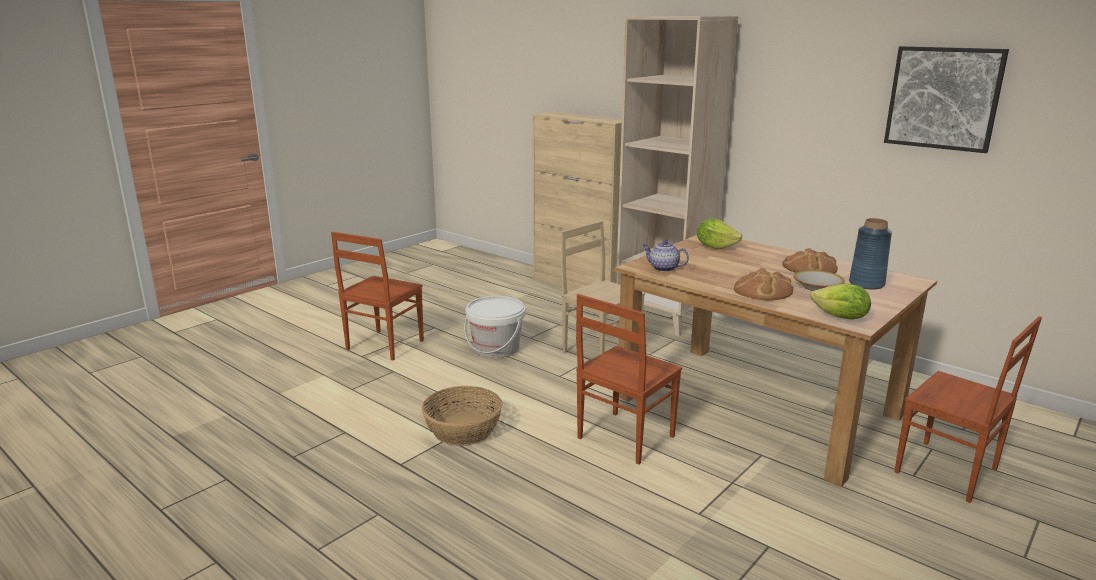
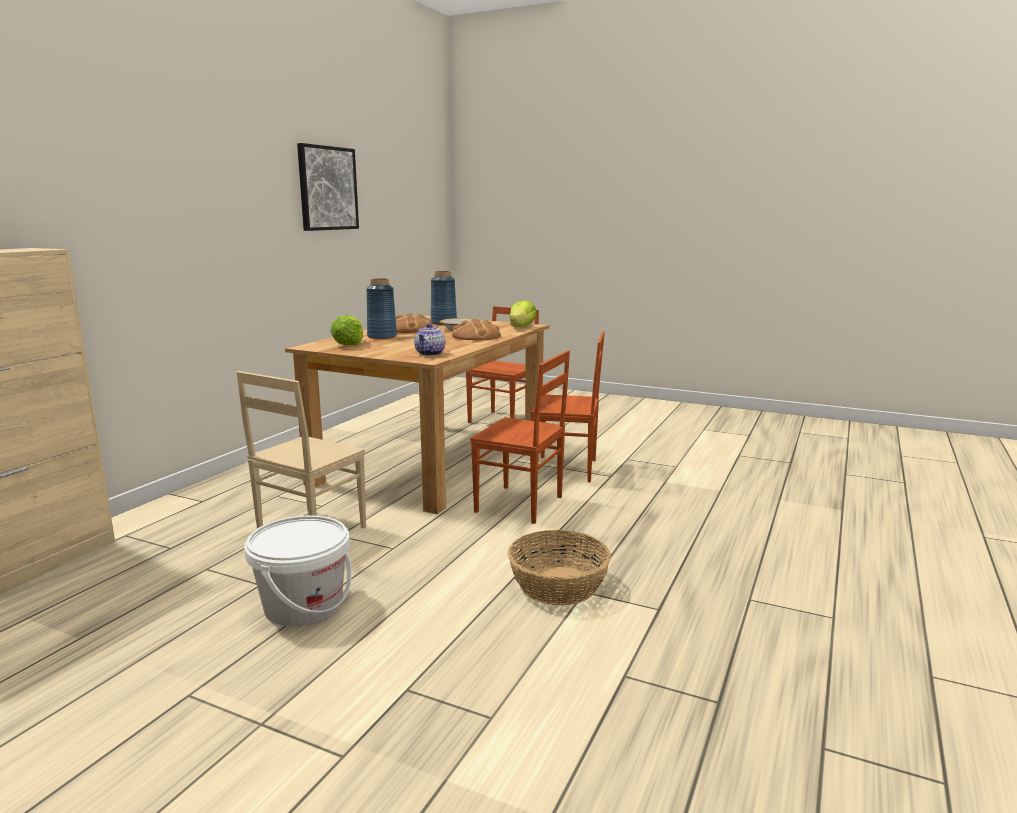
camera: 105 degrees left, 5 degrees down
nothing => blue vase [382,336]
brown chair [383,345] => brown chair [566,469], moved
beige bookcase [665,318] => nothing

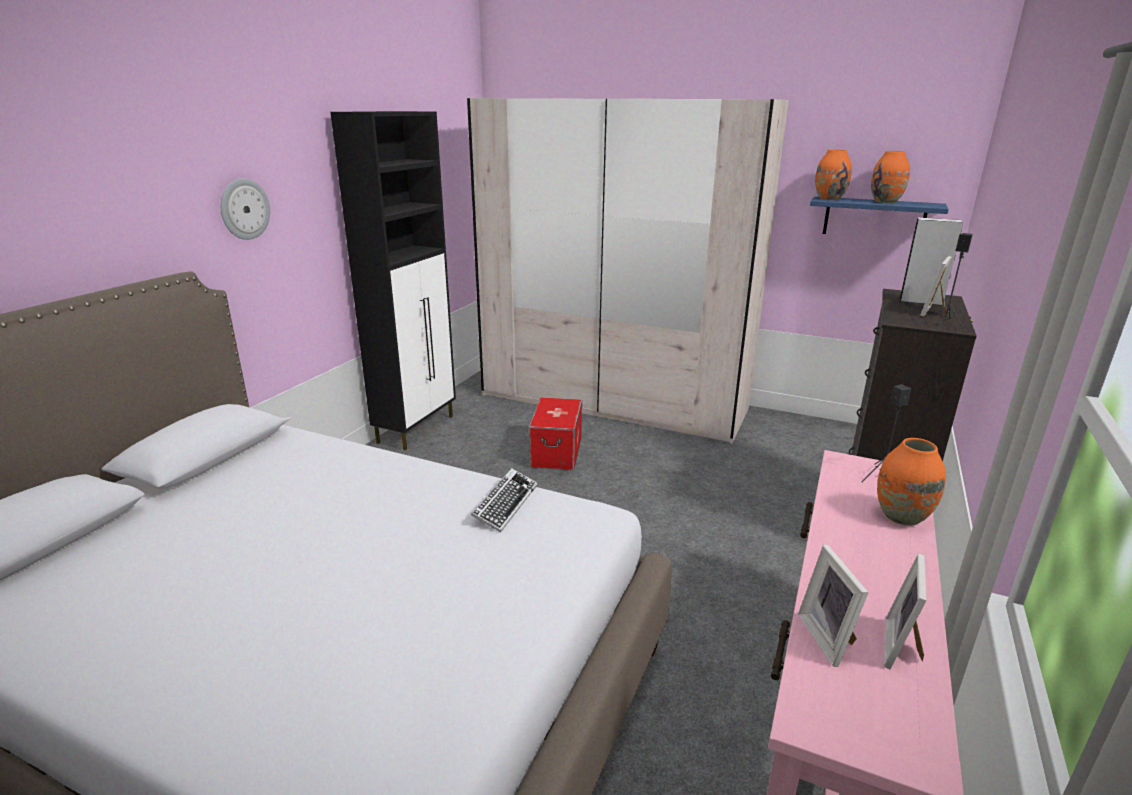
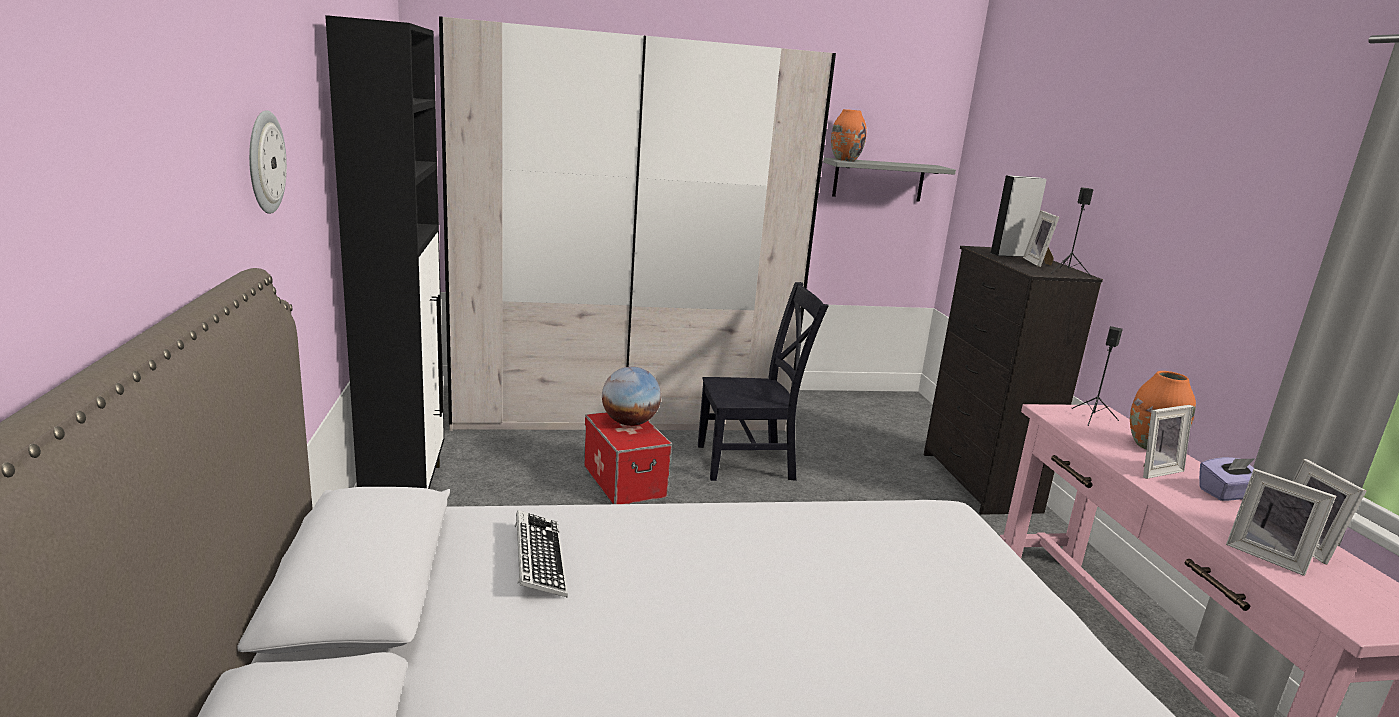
camera: 35 degrees left, 5 degrees down
keyboard [505,504] => keyboard [539,560], moved
nothing => globe [629,423]
nothing => black chair [750,462]
blue shelf [874,218] => grey shelf [878,180]
nothing => picture frame [1154,470]
nothing => purple tissue box [1227,494]
orange vase [886,201] => nothing

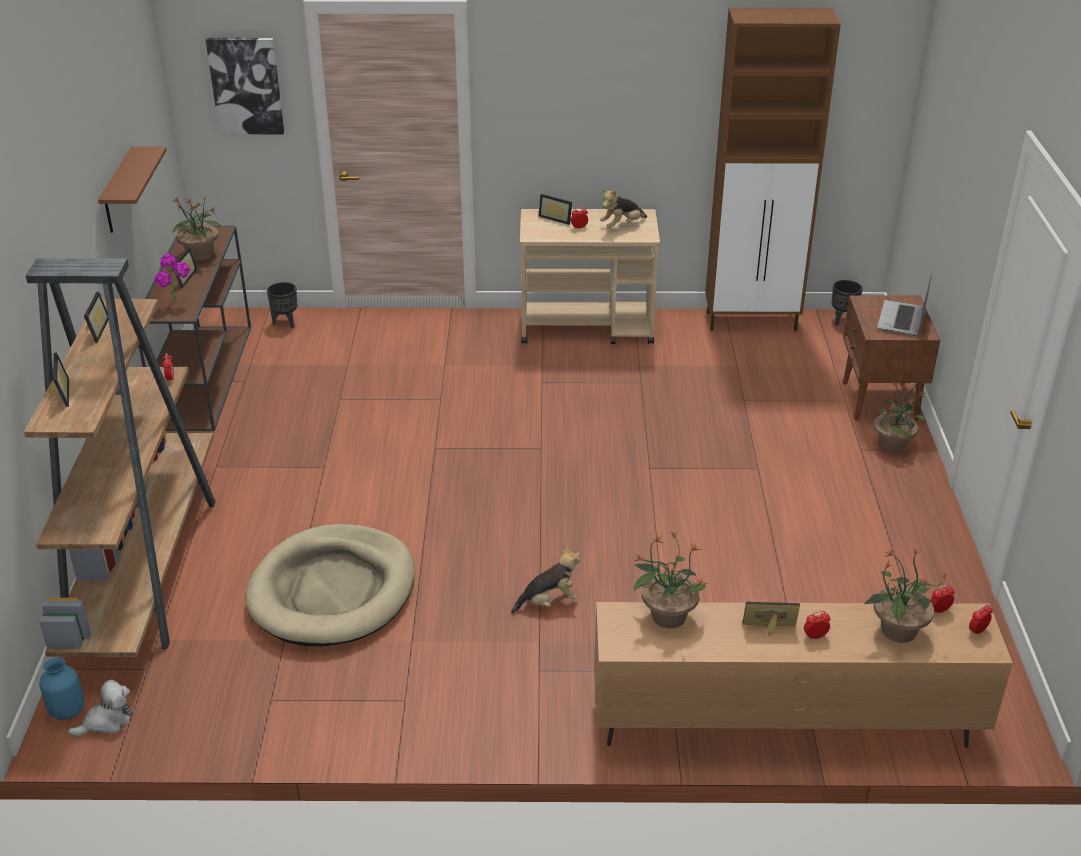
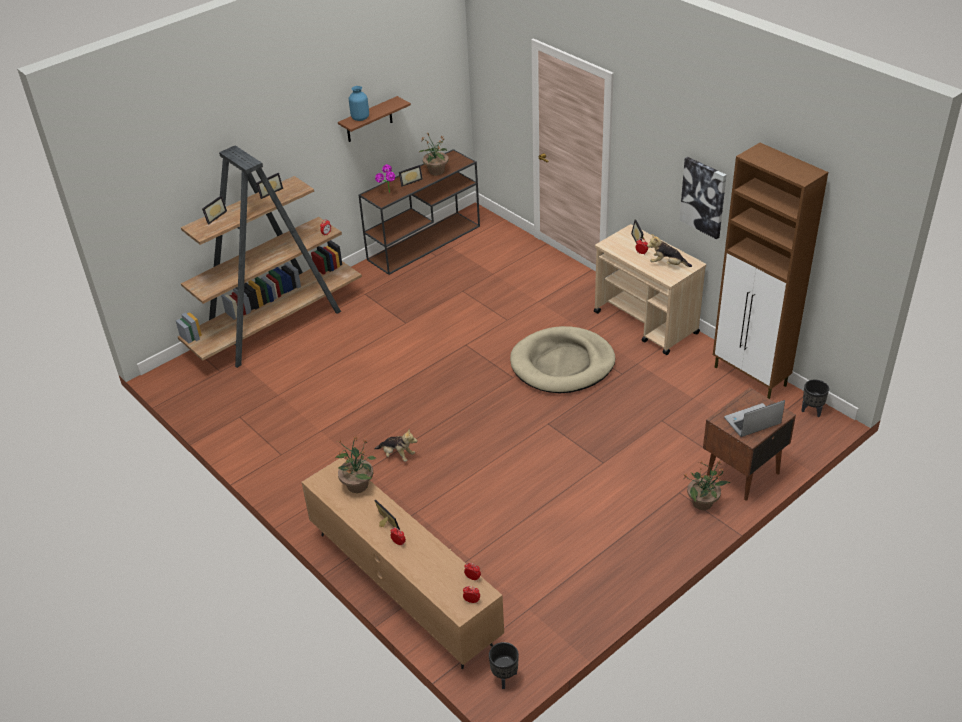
camera: 50 degrees right, 5 degrees up
blue vase [68,710] => blue vase [360,118], moved
black planter [286,322] => black planter [505,677], moved
beige dog bed [333,591] => beige dog bed [562,364], moved
picture [246,85] => picture [703,197], moved
plush toy [107,721] => nothing
potted plant [897,630] => nothing

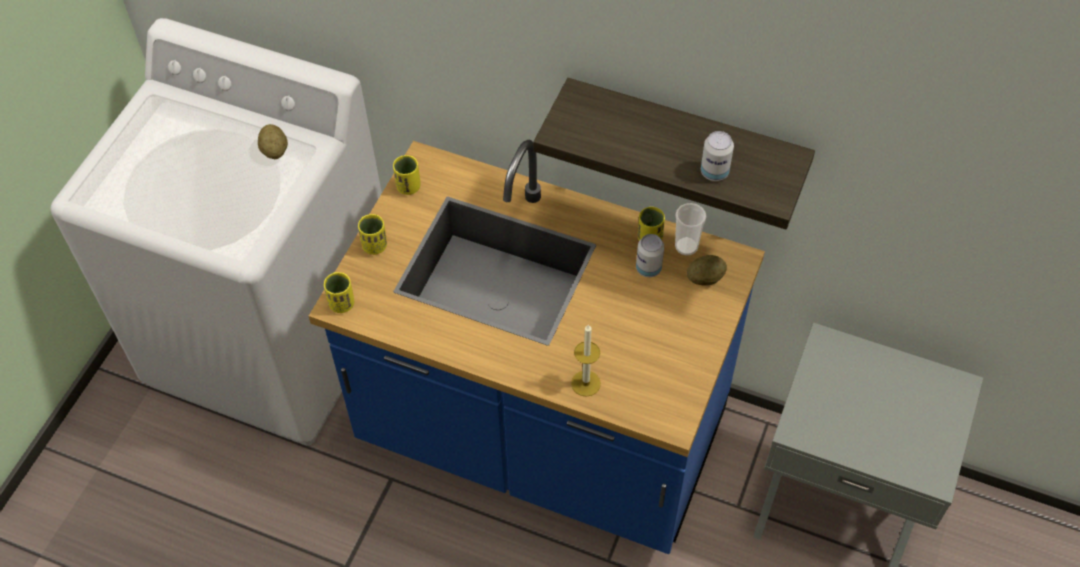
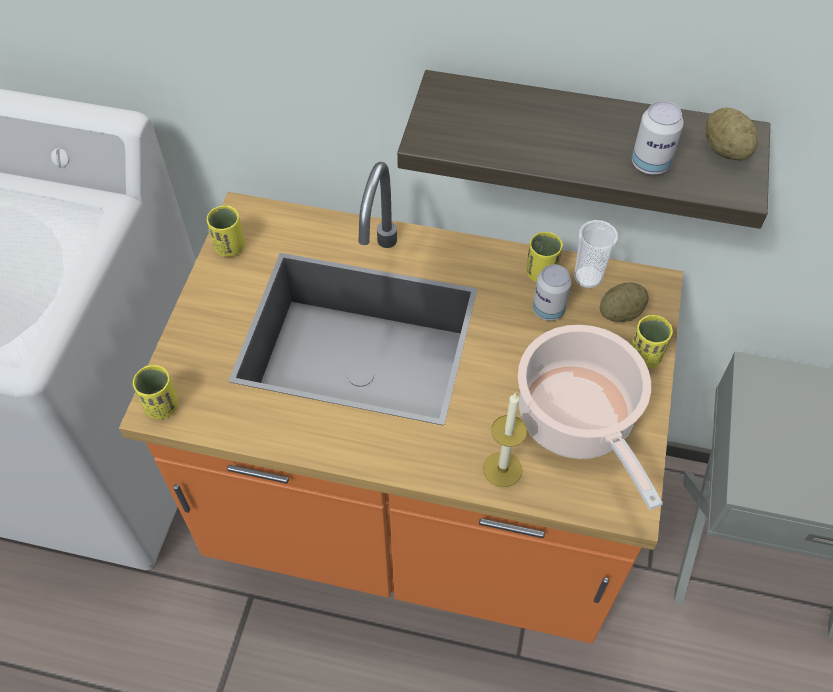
camera: 10 degrees left, 0 degrees up
blue counter [542,434] => orange counter [416,517]
nothing => cooking pot [578,422]
yellow cup [375,246] => yellow cup [644,356], moved
potato [274,150] => potato [725,150], moved

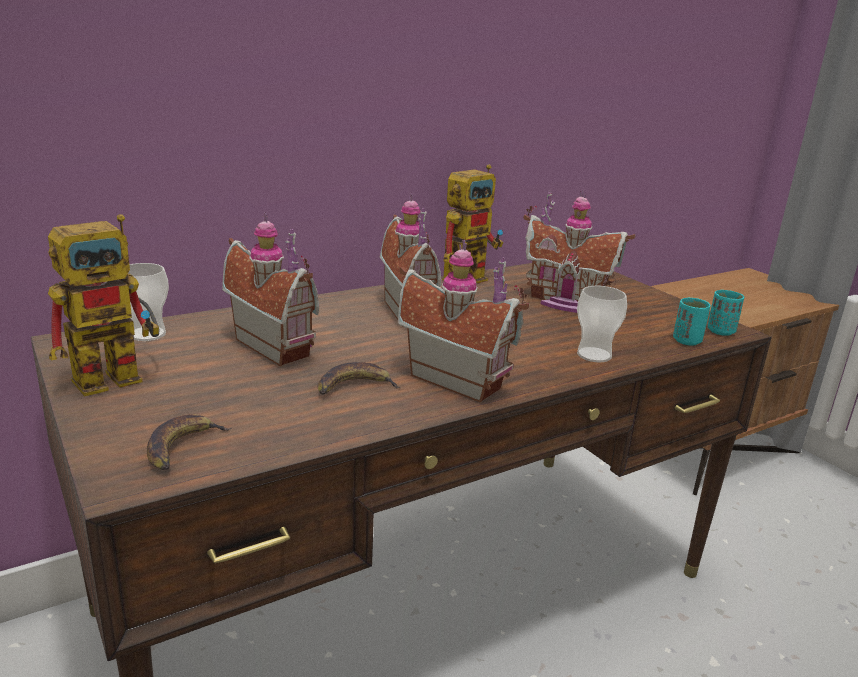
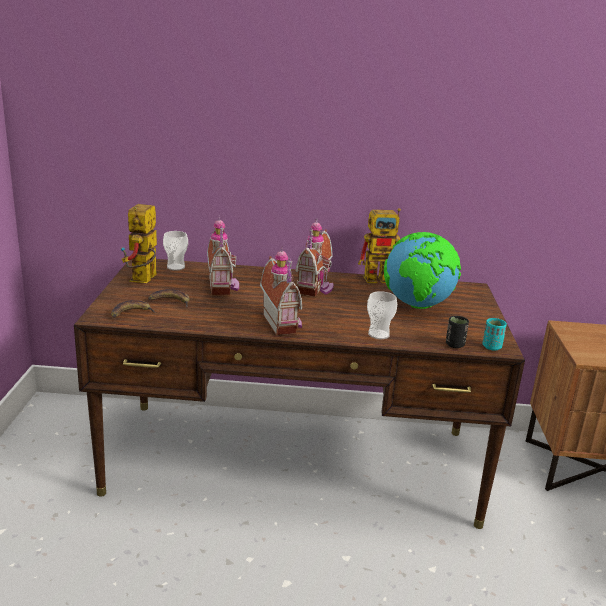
camera: 35 degrees right, 0 degrees up
toy robot [119,375] => toy robot [143,281], 105 degrees clockwise
banana [354,386] => banana [170,301], moved
toy house [565,302] => globe [417,306]
turquoise cup [687,341] => black cup [454,345]

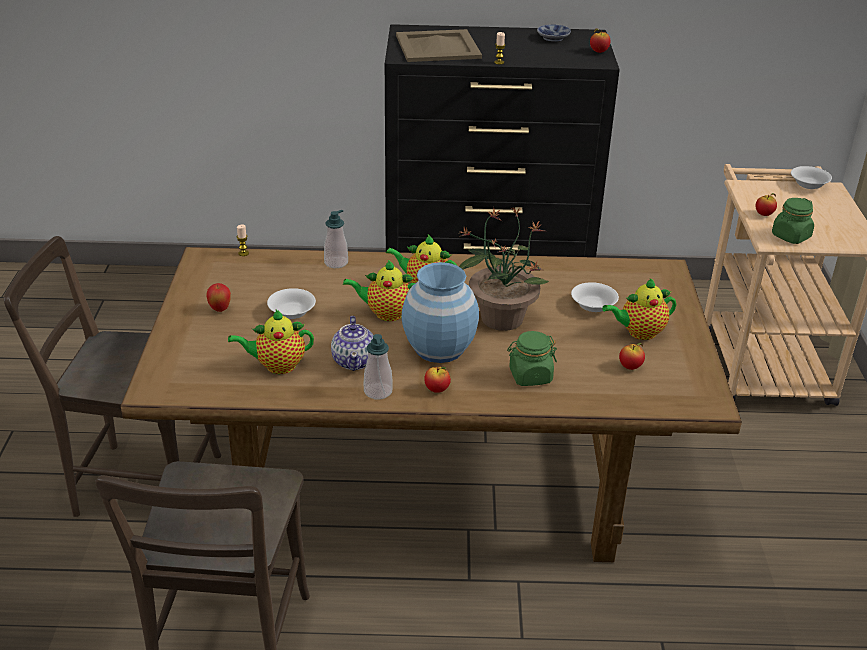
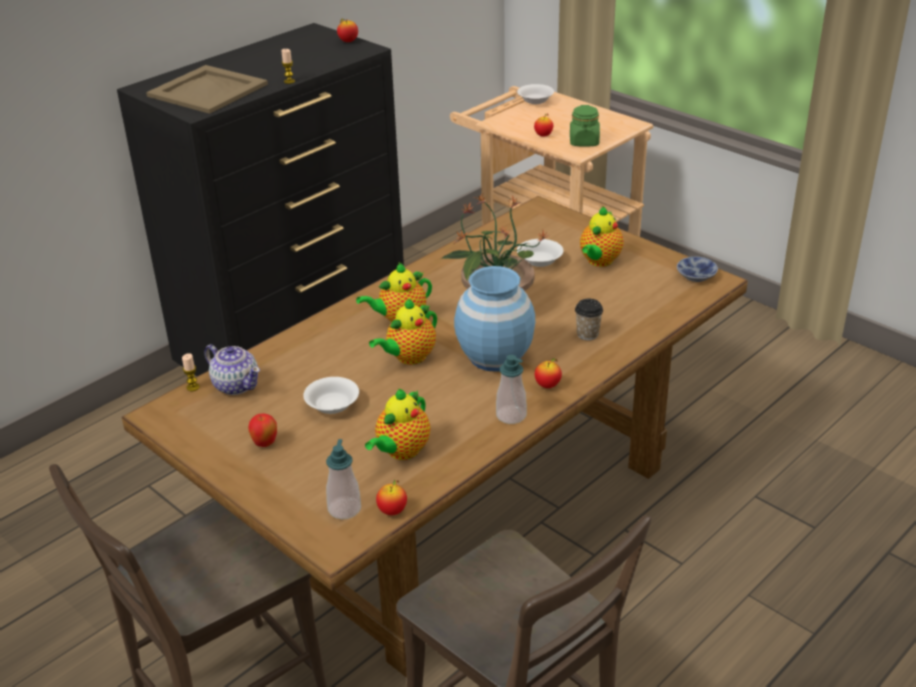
camera: 45 degrees left, 0 degrees up
teapot [354,361] => teapot [236,385], moved
soap dispenser [336,263] => soap dispenser [344,509], moved
apple [630,367] => apple [392,511], moved
green jar [530,376] => cup [587,334]
bowl [553,38] => bowl [695,275], moved

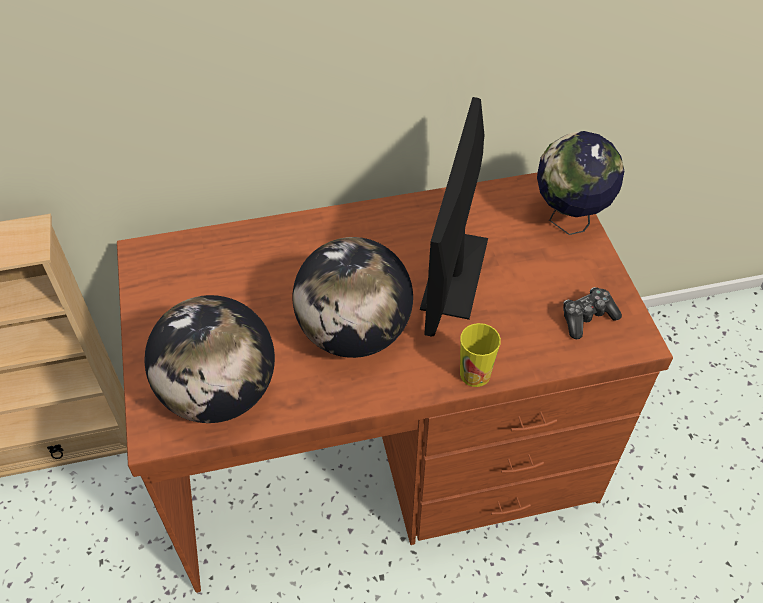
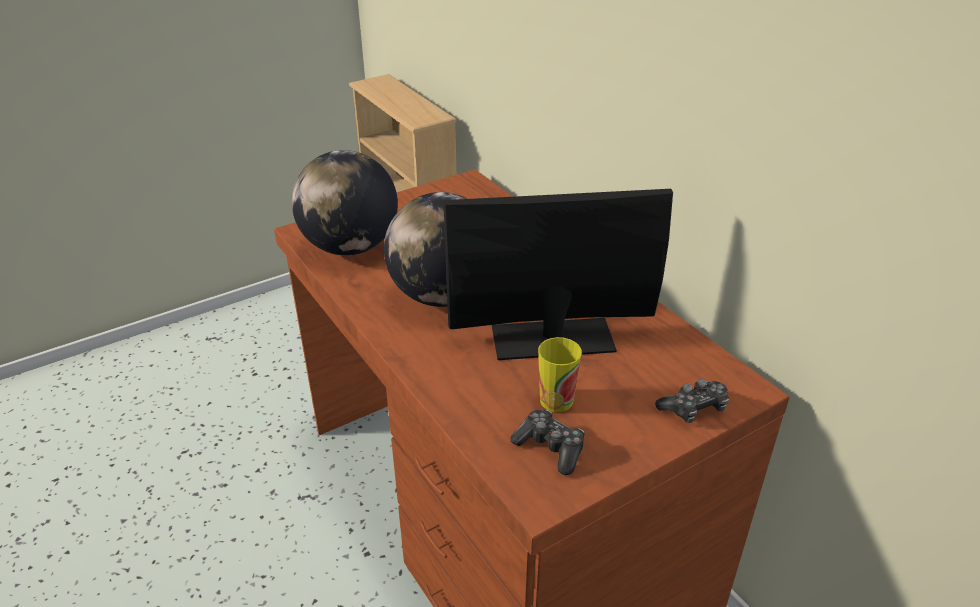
camera: 70 degrees right, 15 degrees down
cup [475,374] => cup [556,400], moved
globe [568,220] => game controller [693,408]

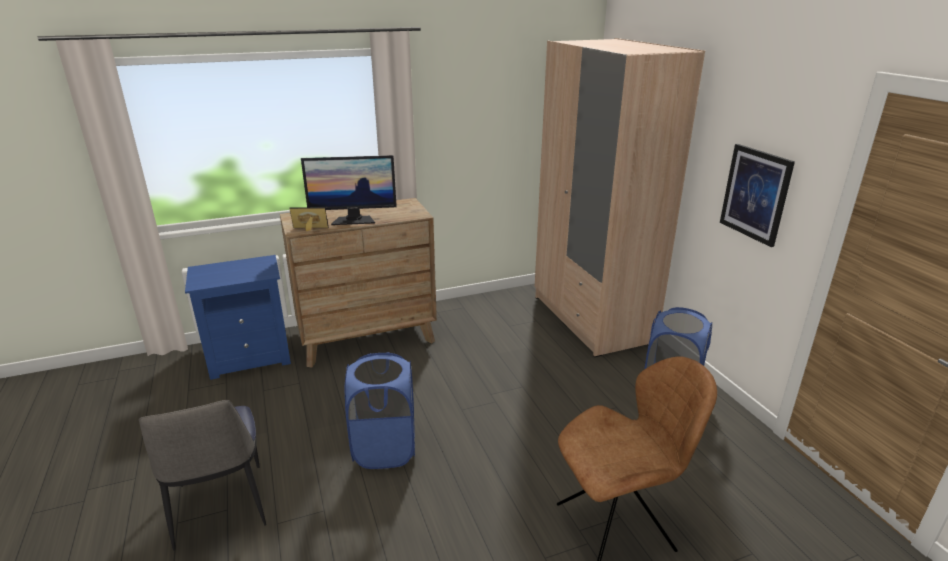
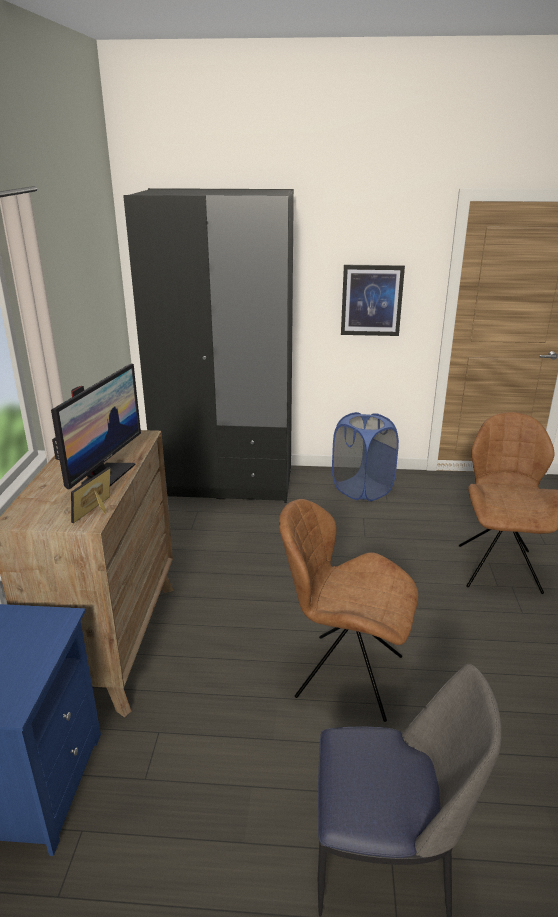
camera: 65 degrees left, 0 degrees up
beige wardrobe [591,319] => black wardrobe [226,482]
blue laundry basket [385,448] => brown chair [345,675]

